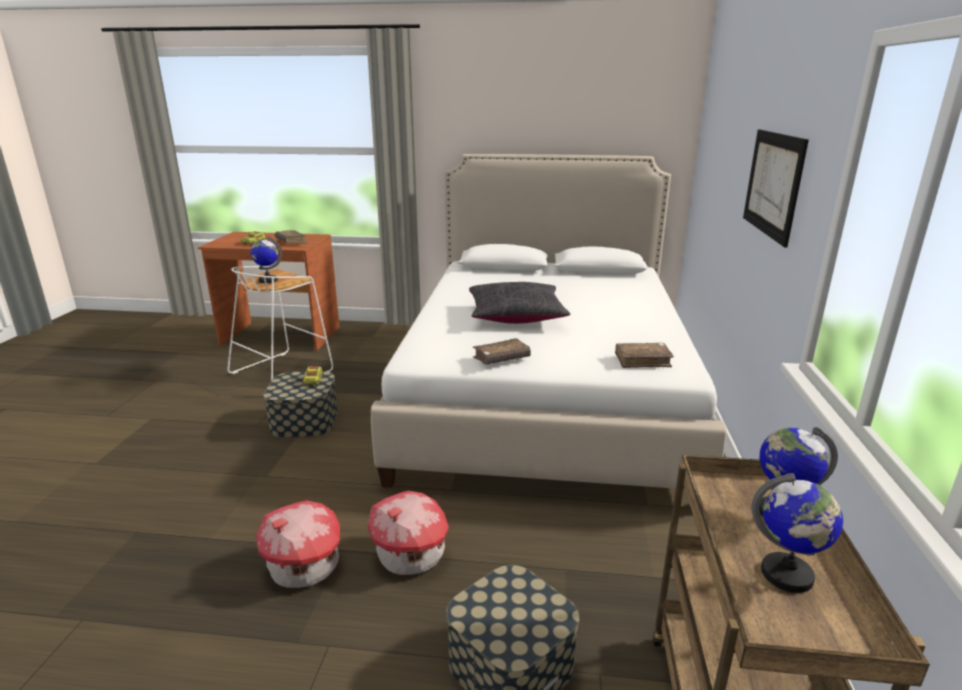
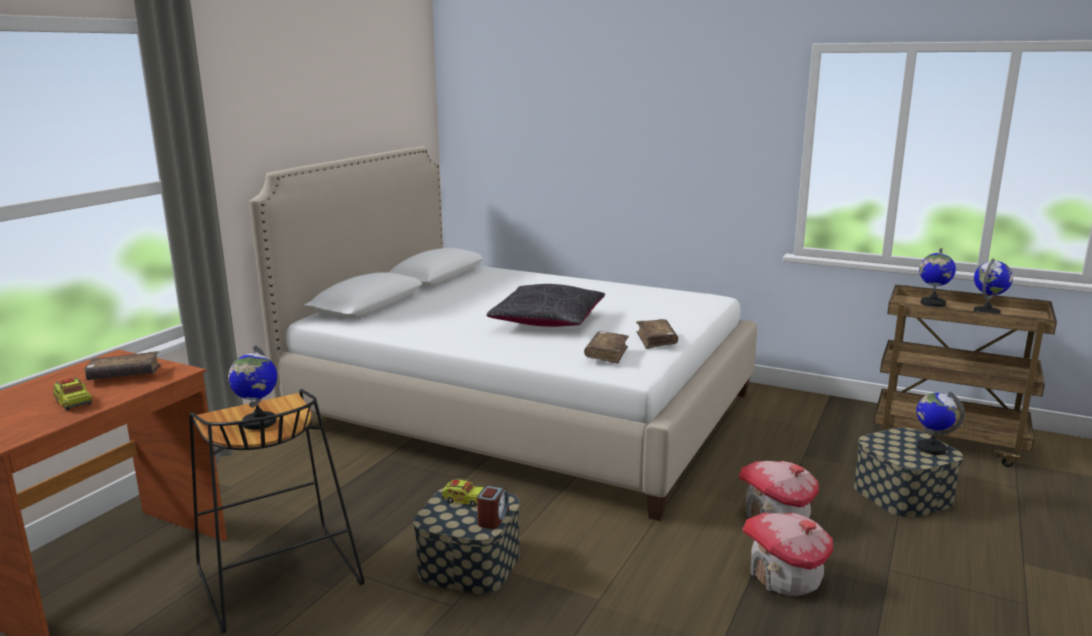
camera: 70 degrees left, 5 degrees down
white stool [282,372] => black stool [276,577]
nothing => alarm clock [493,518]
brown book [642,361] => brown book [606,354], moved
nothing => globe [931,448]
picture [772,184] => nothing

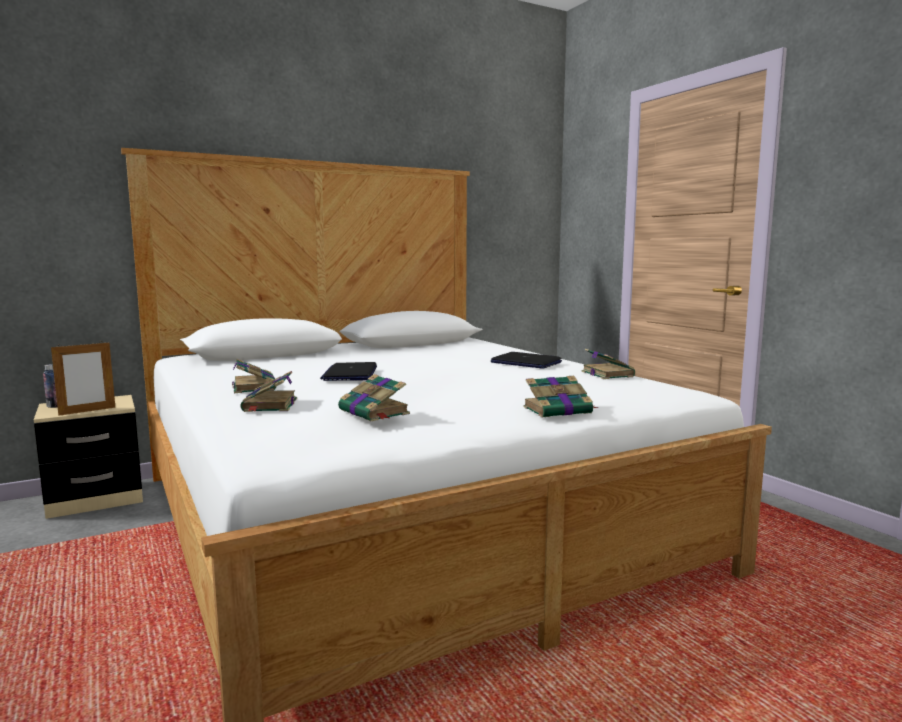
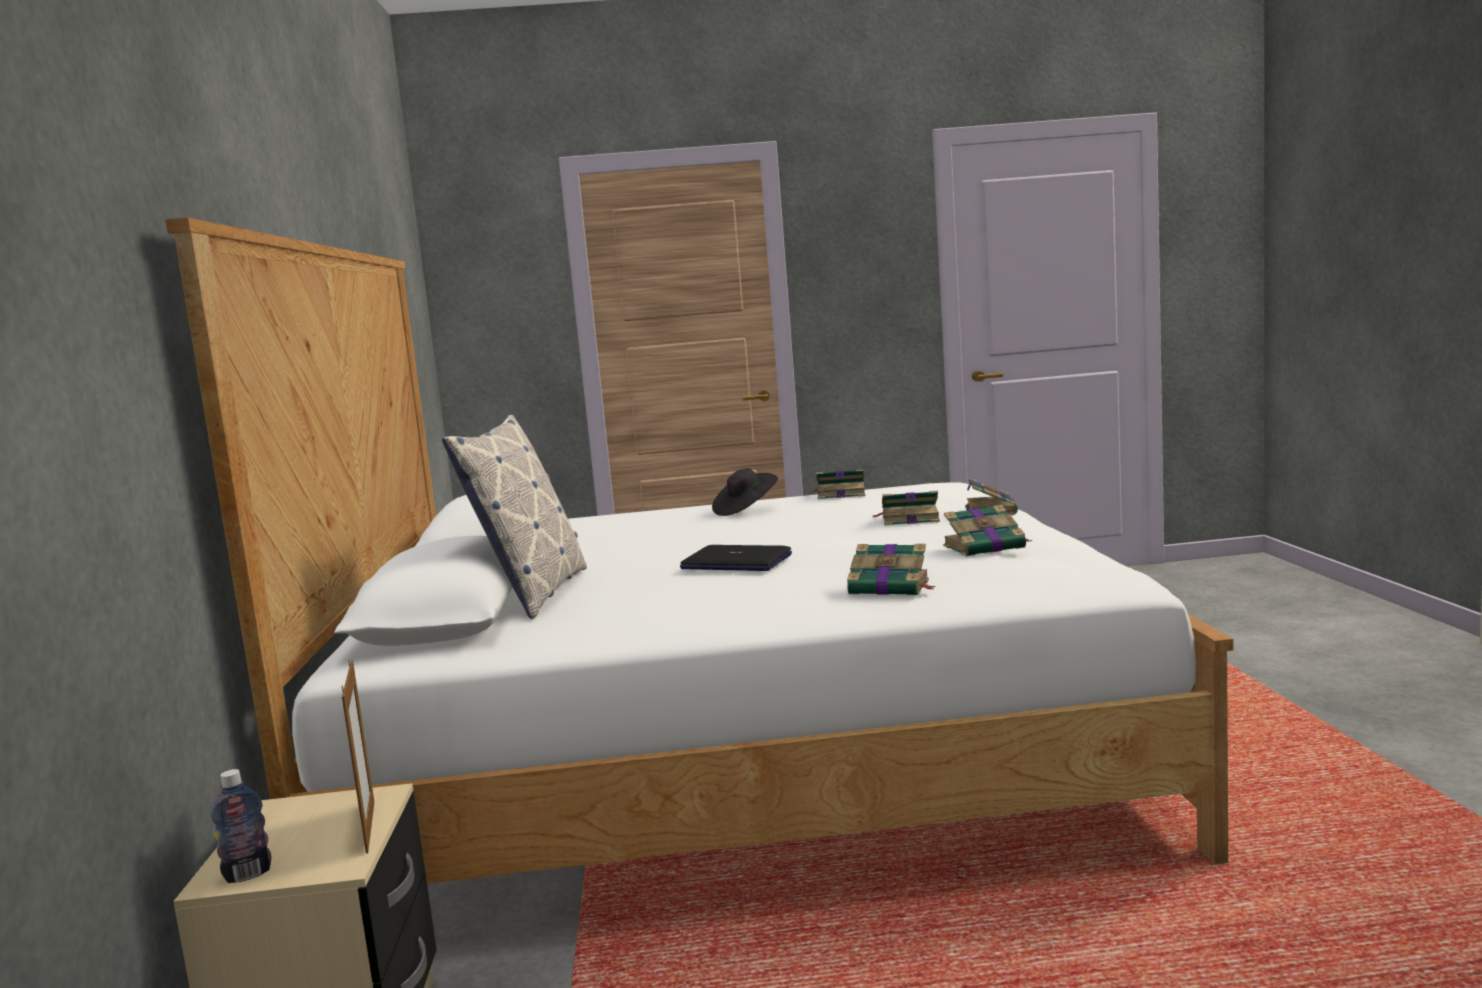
camera: 65 degrees left, 0 degrees up
nothing => pillow [532,594]
laptop [525,362] => black hat [746,510]
book [254,387] => book [908,519], moved

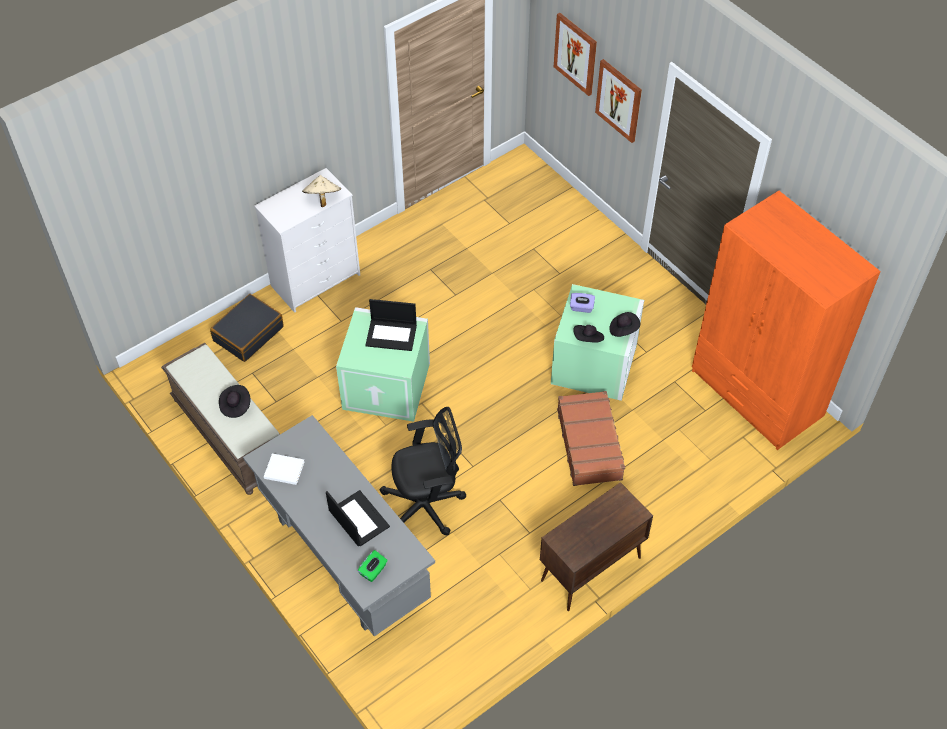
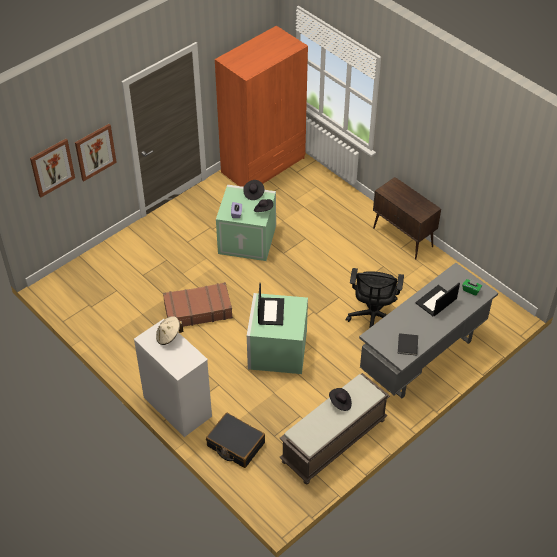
camera: 95 degrees left, 5 degrees down
brown suitcase [590,444] => brown suitcase [197,310], moved
black office chair [427,505] => black office chair [372,318], 150 degrees counterclockwise
white book [283,469] => black book [407,345]

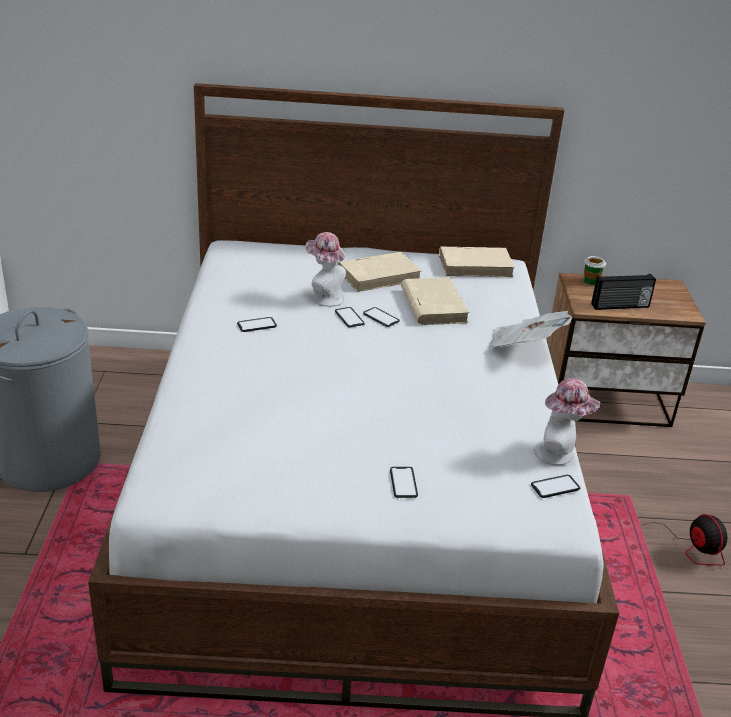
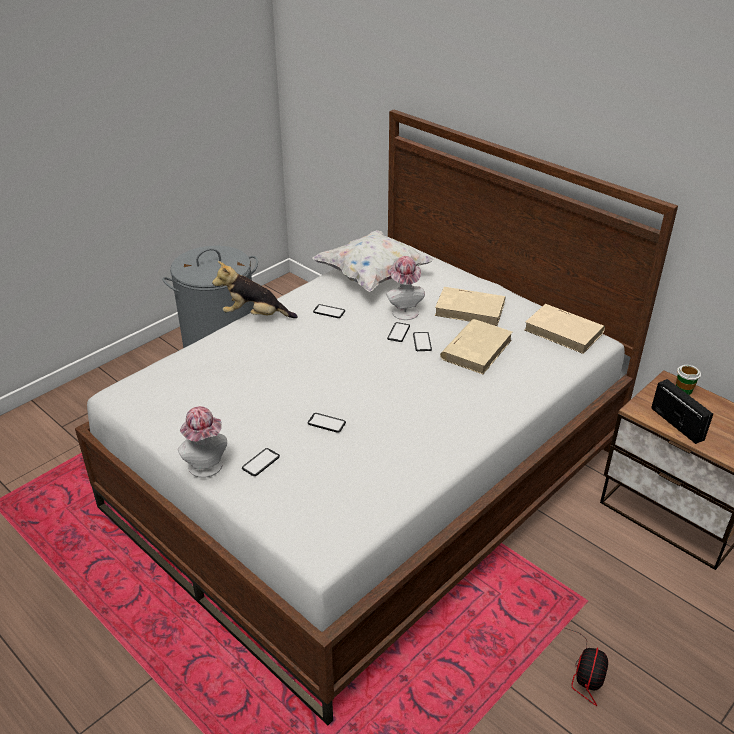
camera: 45 degrees right, 5 degrees up
hat [559,454] => hat [207,468], moved
nothing => plush toy [255,316]
phone [555,487] => phone [326,423], moved
nothing => white pillow [373,276]
radio [620,306] => radio [678,423], 150 degrees counterclockwise
newspaper [524,347] => nothing

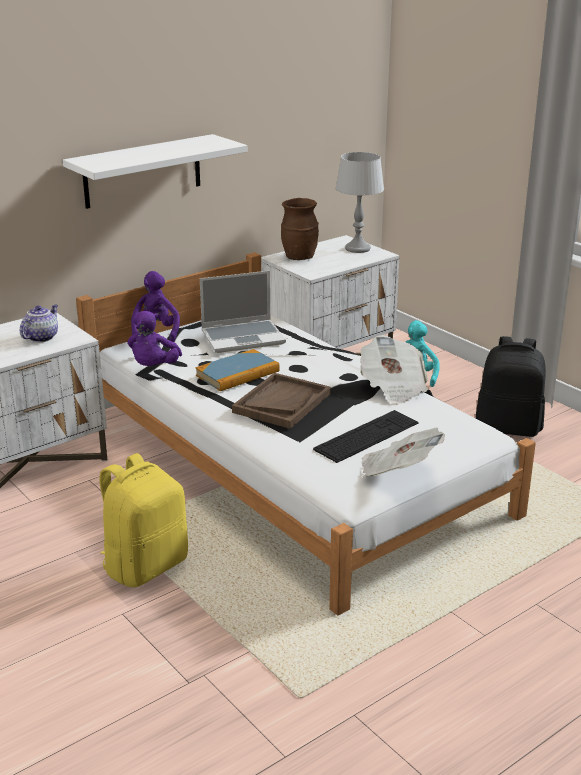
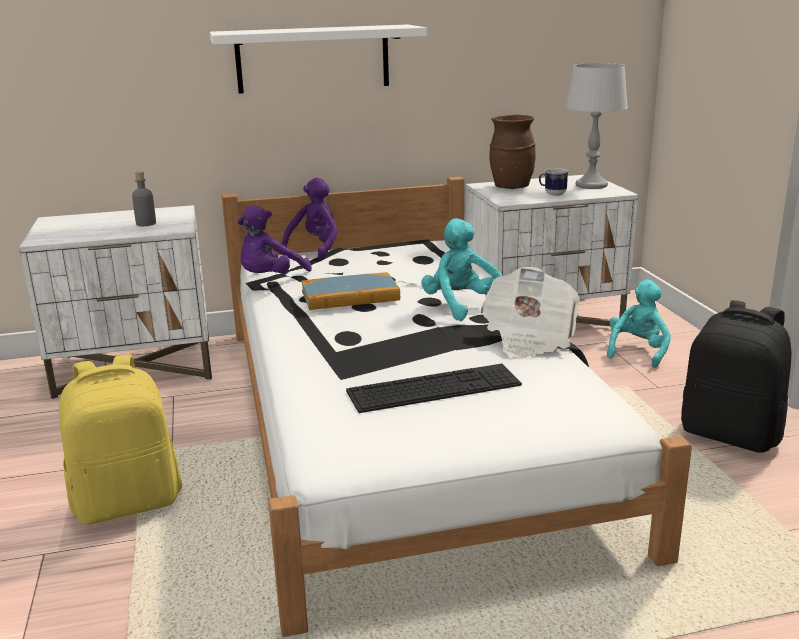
camera: 25 degrees right, 5 degrees down
teapot [41,337] => grey bottle [146,223]
nothing => turquoise plush toy [462,306]
nothing => mug [552,194]
laptop [243,337] => nothing
brown tray [282,403] => nothing
newspaper [398,472] => nothing

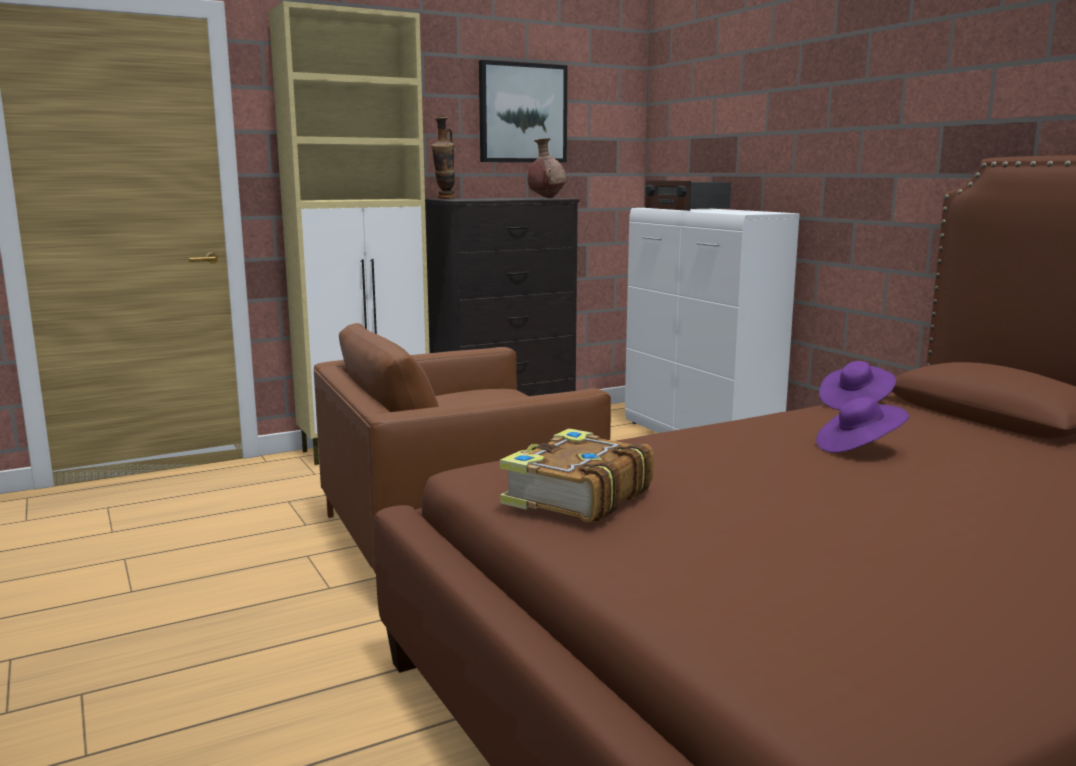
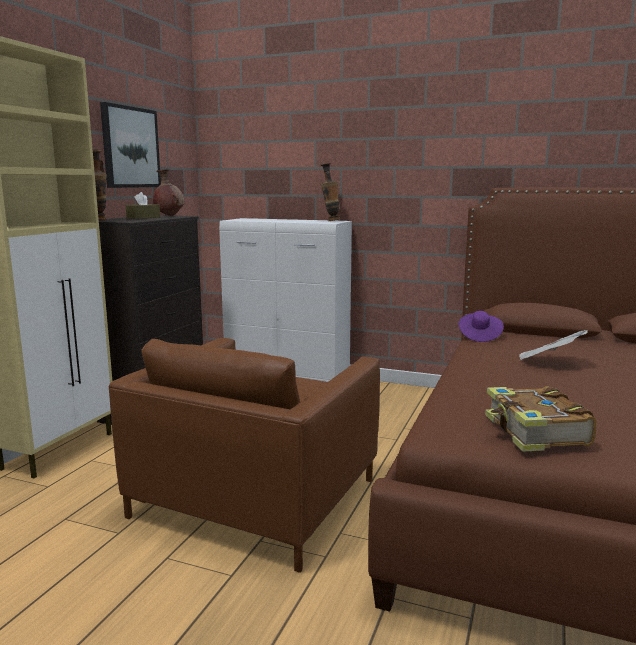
camera: 40 degrees left, 0 degrees up
nothing => brown tissue box [143,218]
nothing => vase [330,221]
purple hat [858,448] => newspaper [548,362]
radio [685,208] => nothing

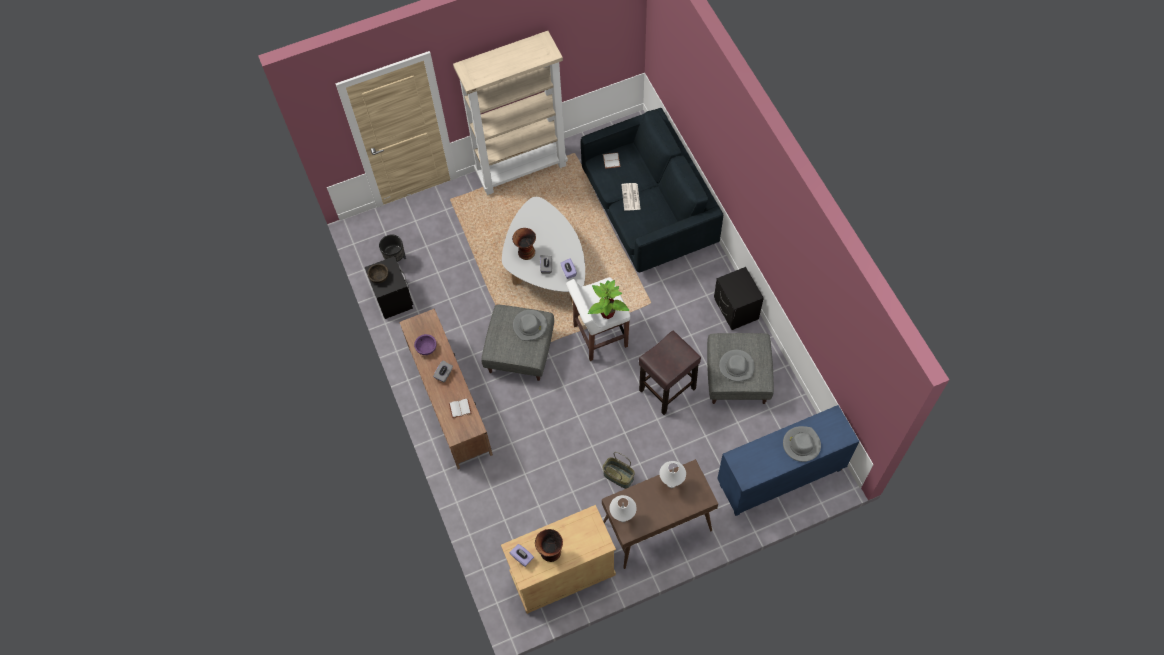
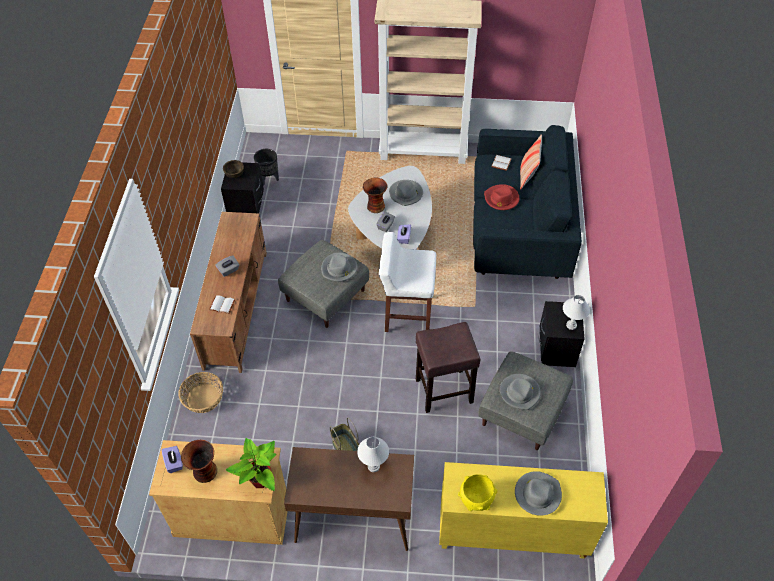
camera: 25 degrees right, 10 degrees down
nothing => basket [203,398]
potted plant [607,313] => potted plant [260,480], moved
nothing => grey hat [406,194]
blue cabinet [780,478] => yellow cabinet [511,533]
nothing => yellow bowl [476,500]
newspaper [631,197] => red hat [501,199]
nothing => pillow [528,175]
white table lamp [623,517] => white table lamp [571,325], moved
purple bowl [426,348] => nothing

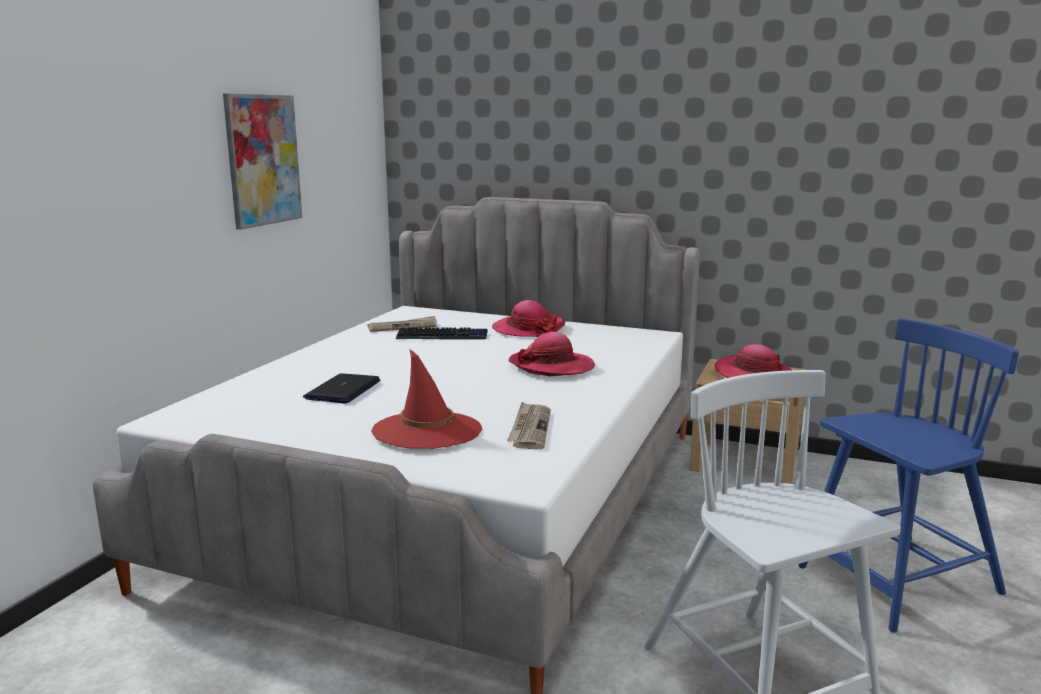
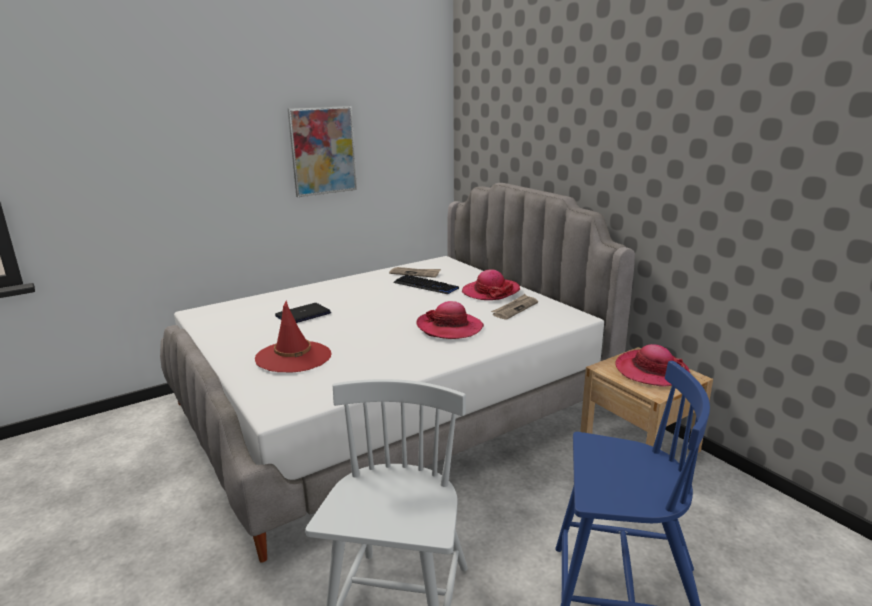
camera: 35 degrees right, 5 degrees up
newspaper [530,428] => newspaper [515,308], moved

